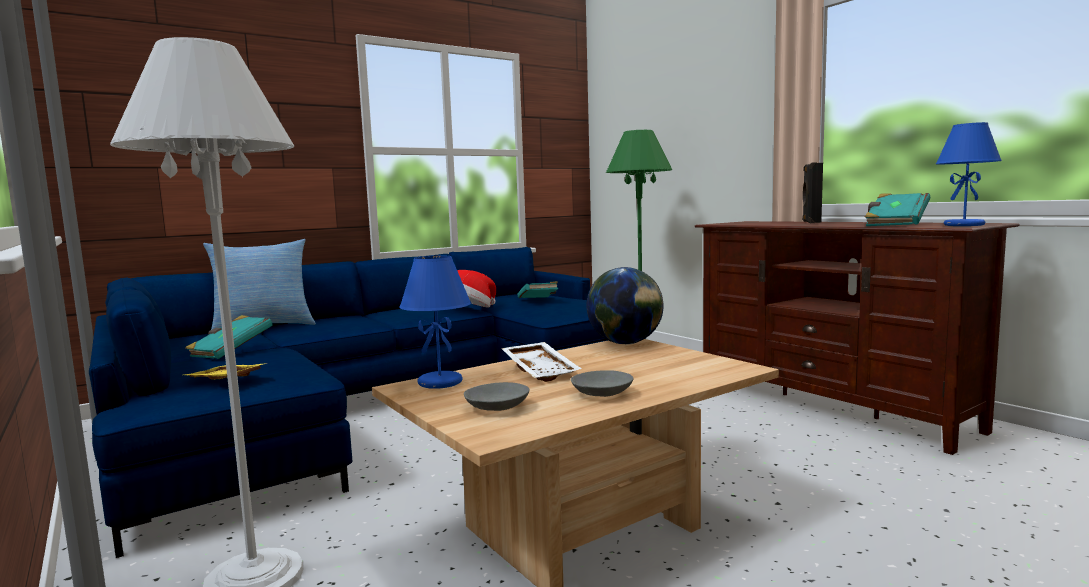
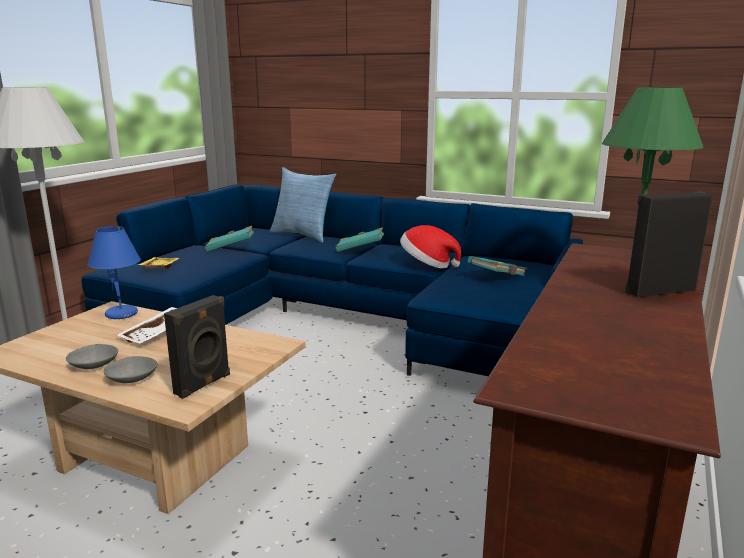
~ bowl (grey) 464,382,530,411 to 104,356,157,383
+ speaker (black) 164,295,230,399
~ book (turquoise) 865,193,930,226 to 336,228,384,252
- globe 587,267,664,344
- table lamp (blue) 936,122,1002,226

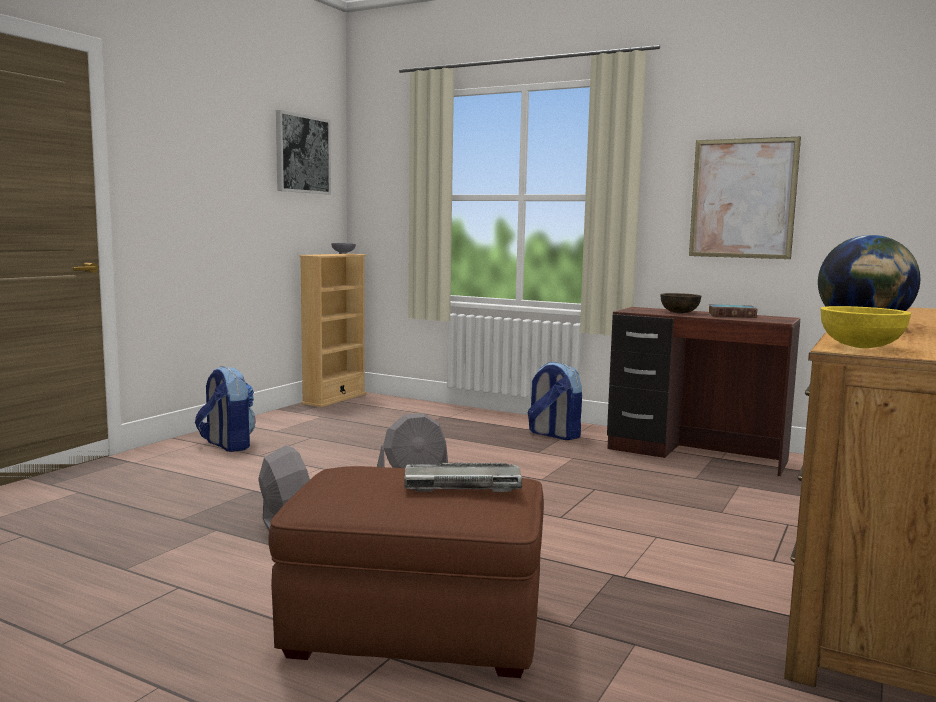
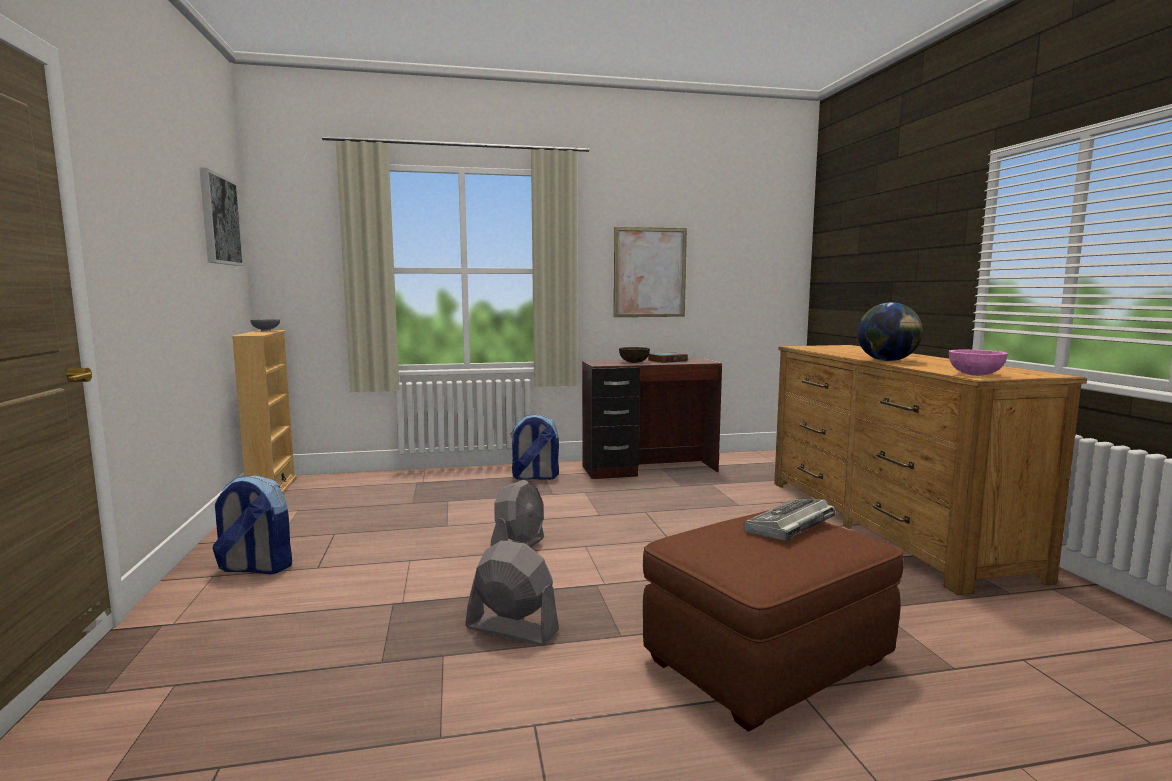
~ bowl (yellow) 821,306,911,348 to bowl (pink) 949,350,1008,376

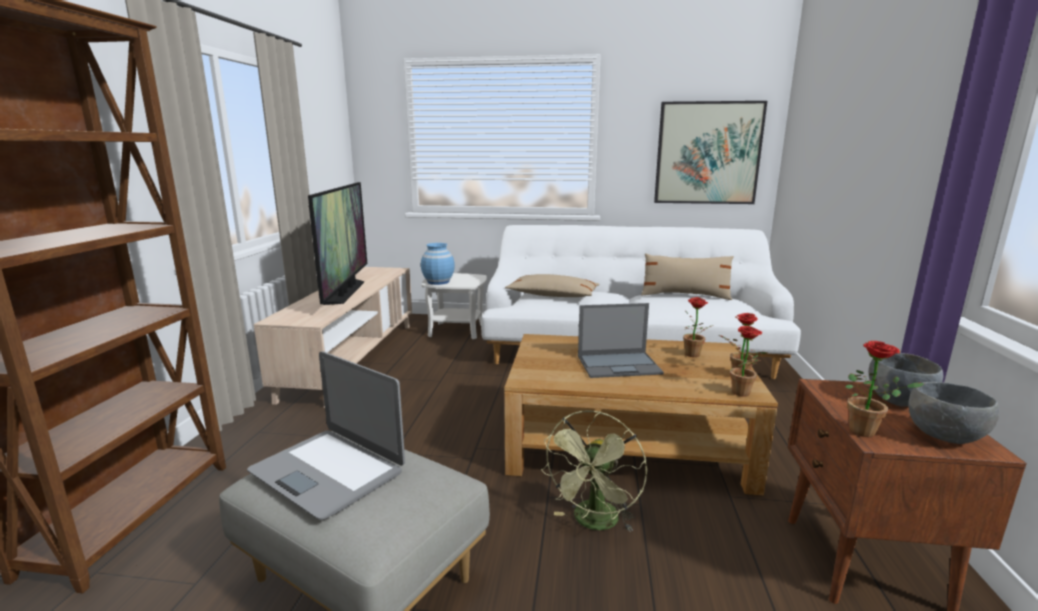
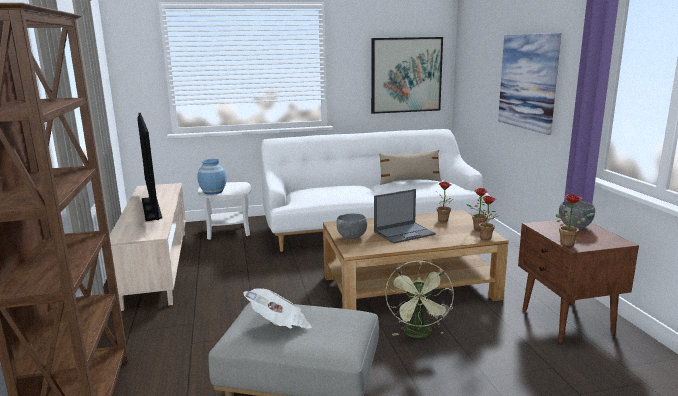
~ laptop 247,351,405,520 to newspaper 243,288,312,328
~ bowl (grey) 909,382,999,444 to 336,214,367,239
+ picture 498,33,561,135
- pillow (beige) 505,274,600,297

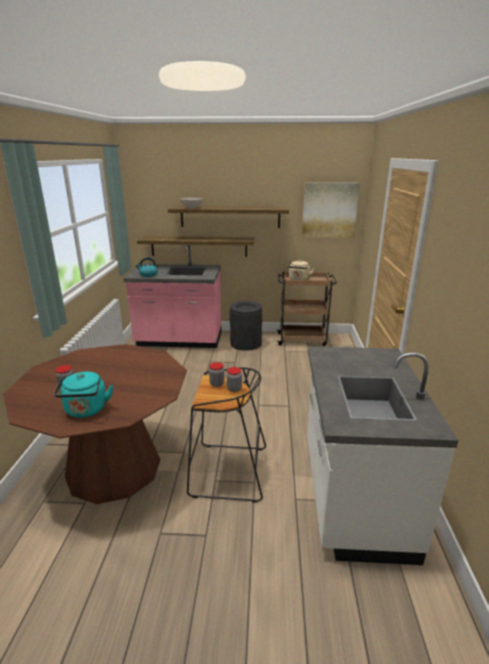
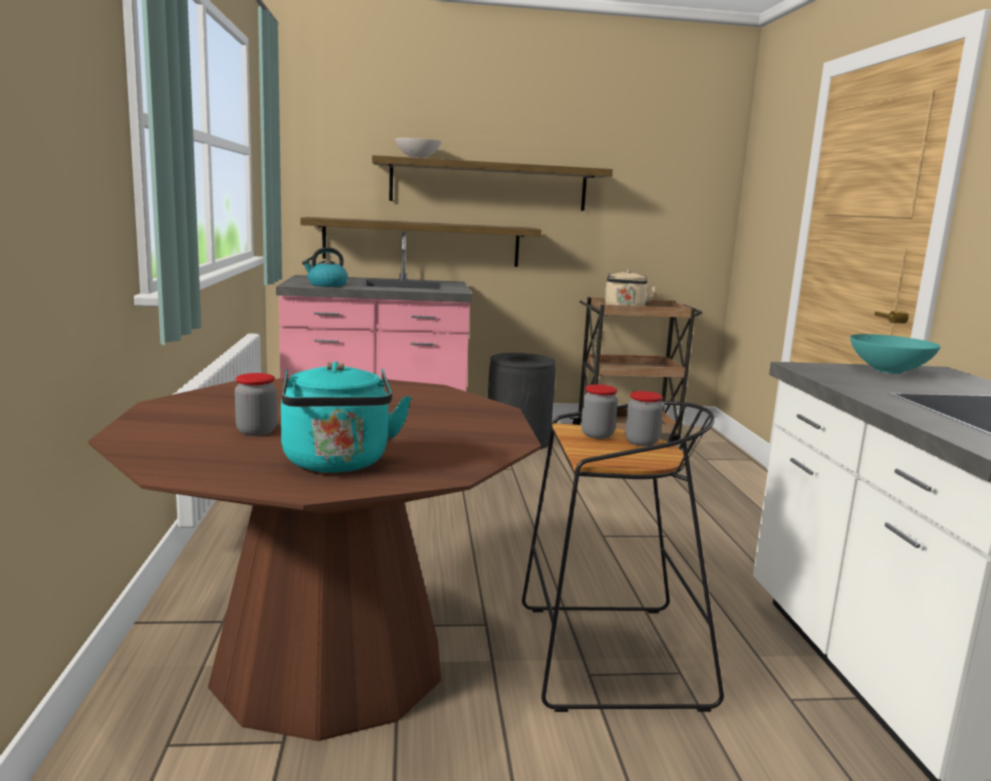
+ bowl (turquoise) 850,334,941,374
- picture 302,182,360,238

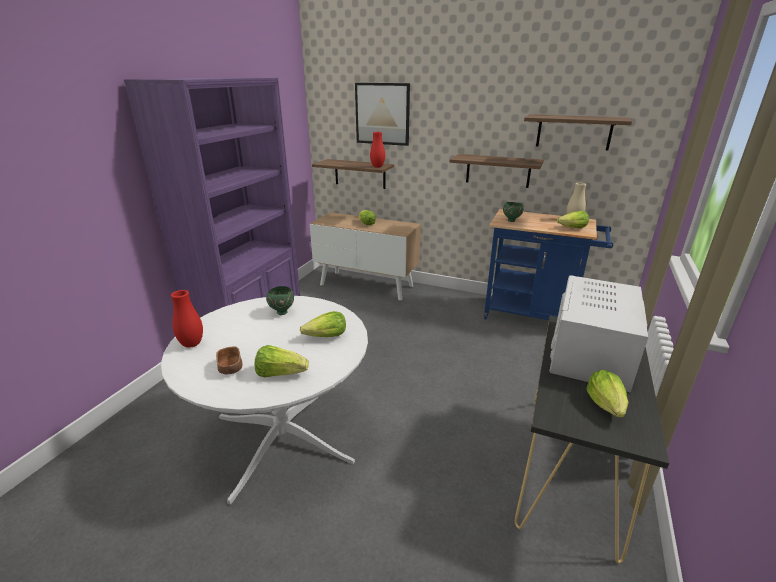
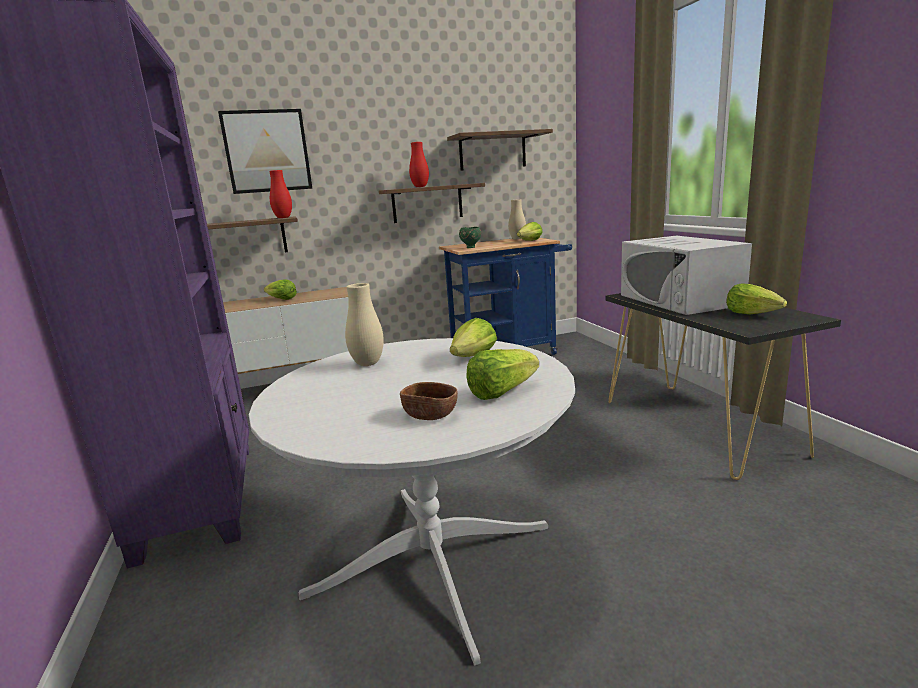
~ bowl (green) 266,286,294,315 to vase (beige) 345,283,384,366
~ vase (red) 171,290,203,348 to 409,142,429,187

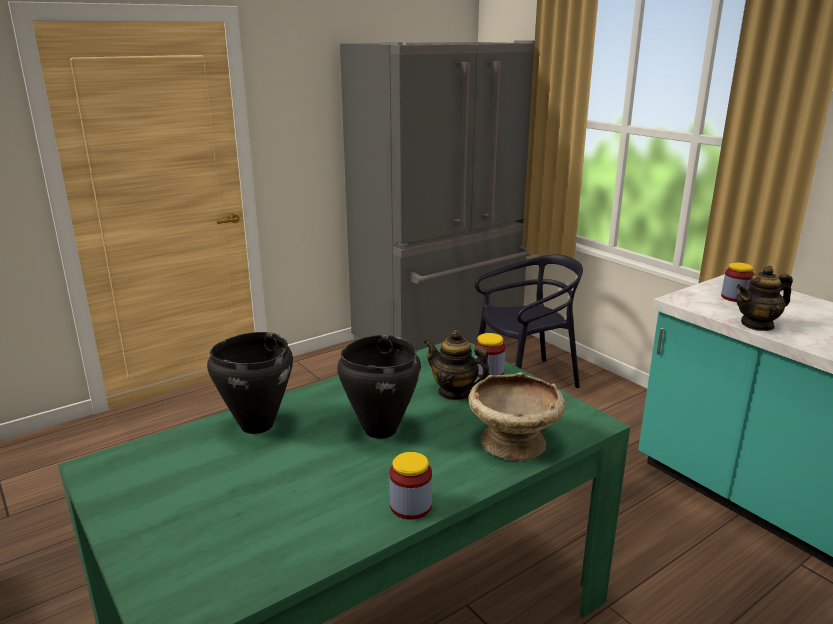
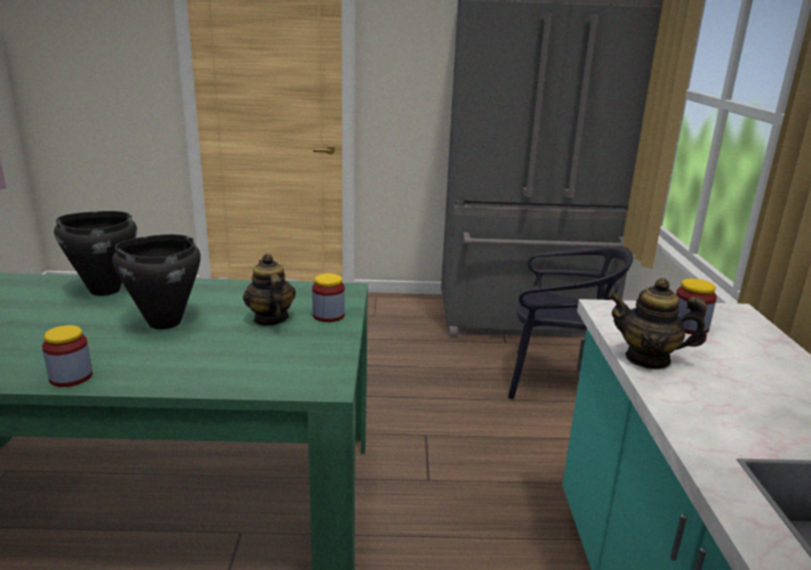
- bowl (beige) 469,372,565,461

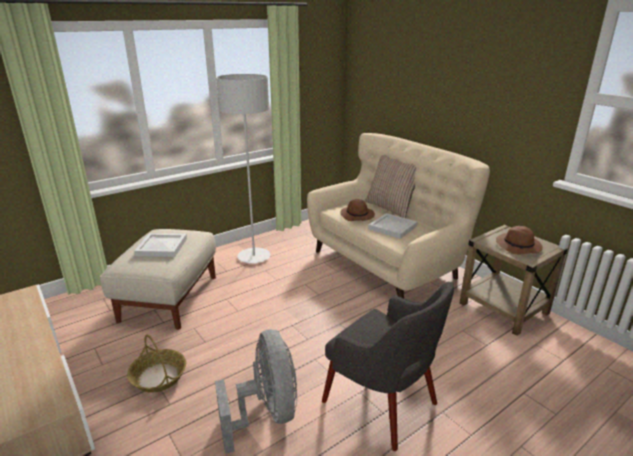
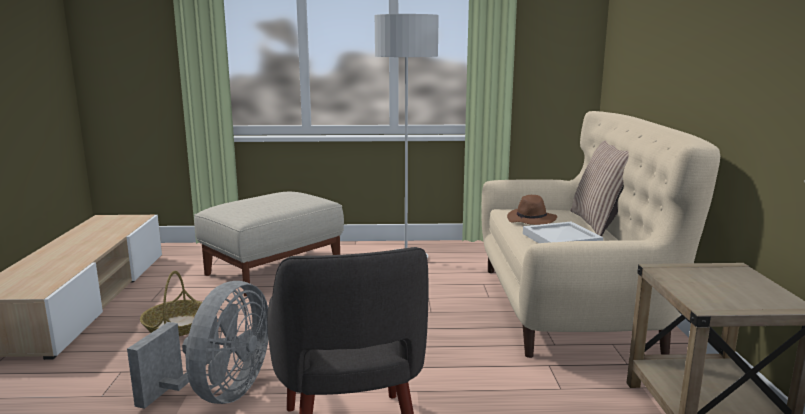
- tray (white) 134,233,187,257
- hat (brown) 496,226,543,254

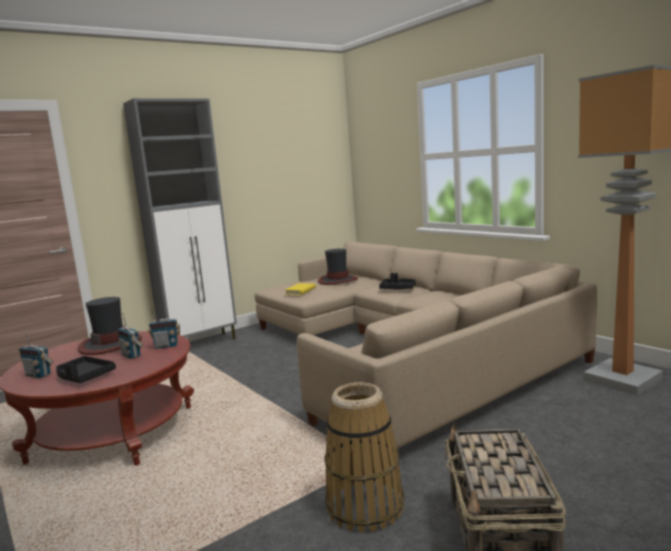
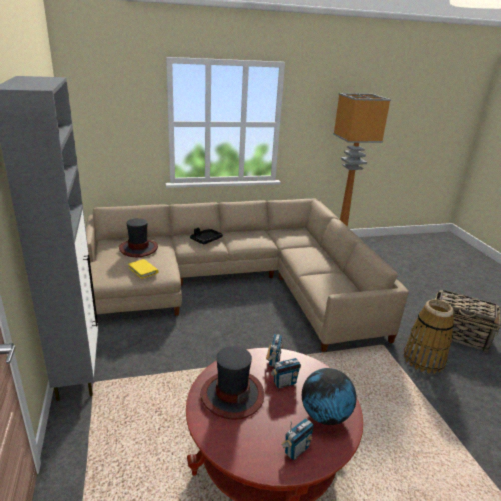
~ tray (black) 56,356,116,383 to globe 302,368,357,425

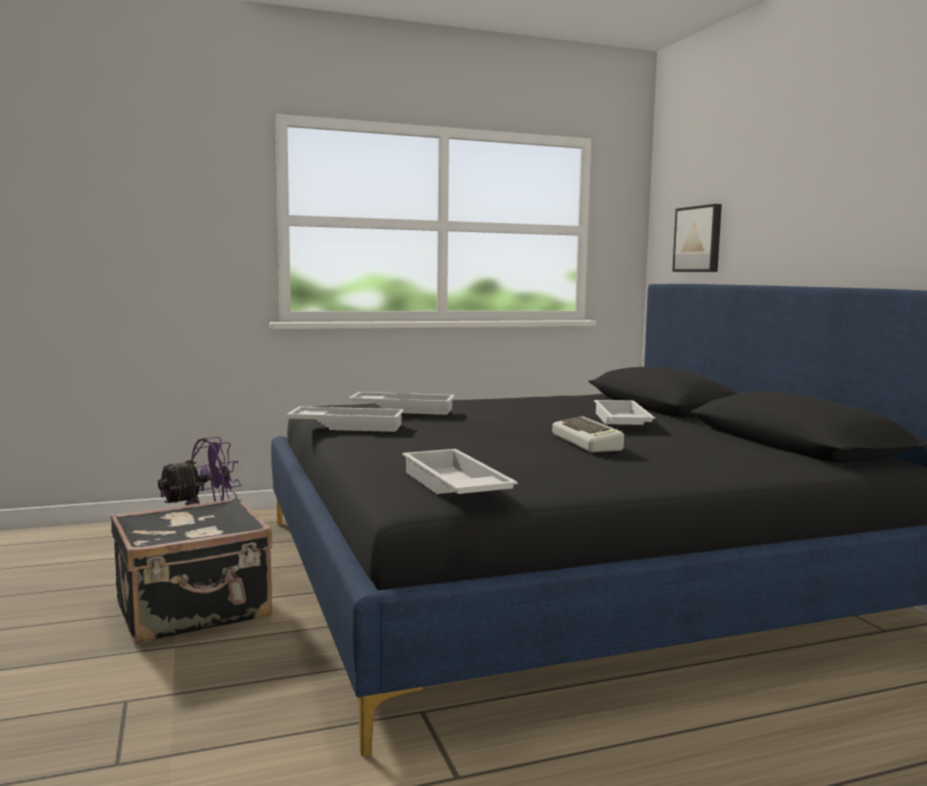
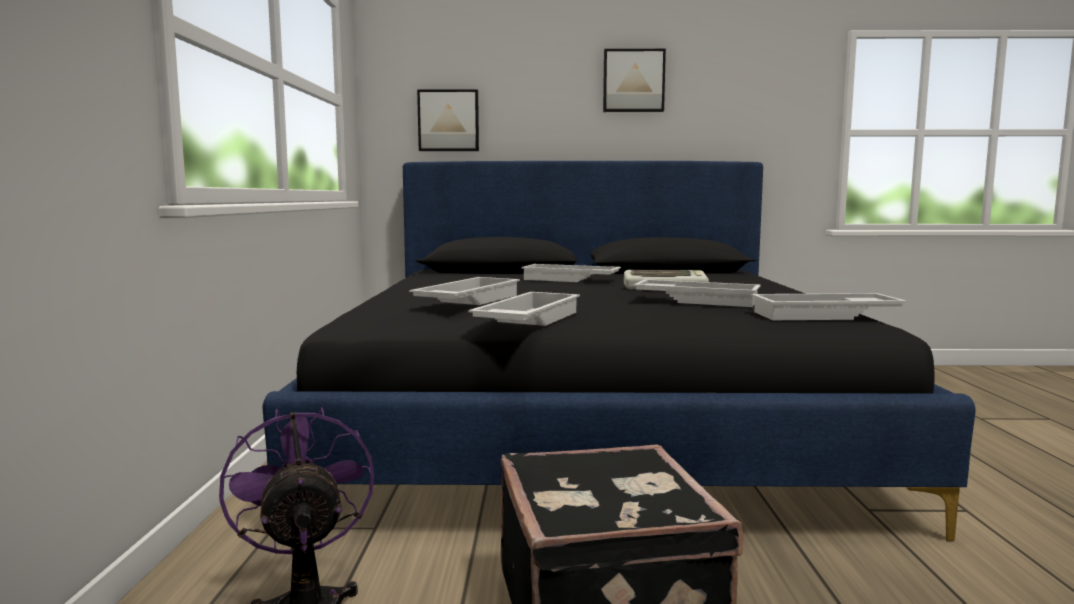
+ picture 603,49,666,112
+ tray (white) 633,279,761,307

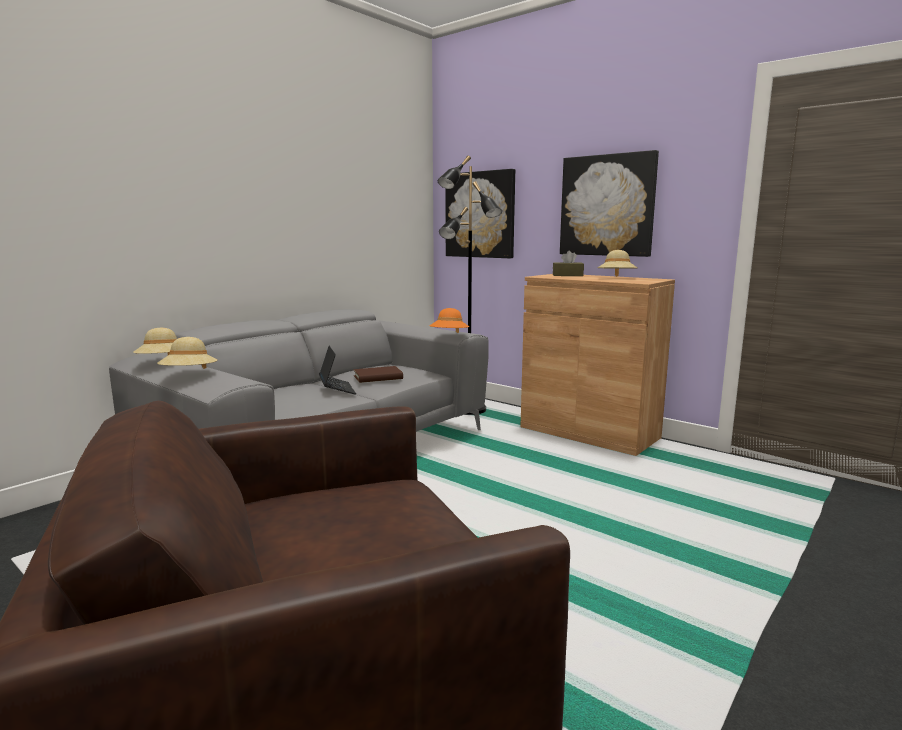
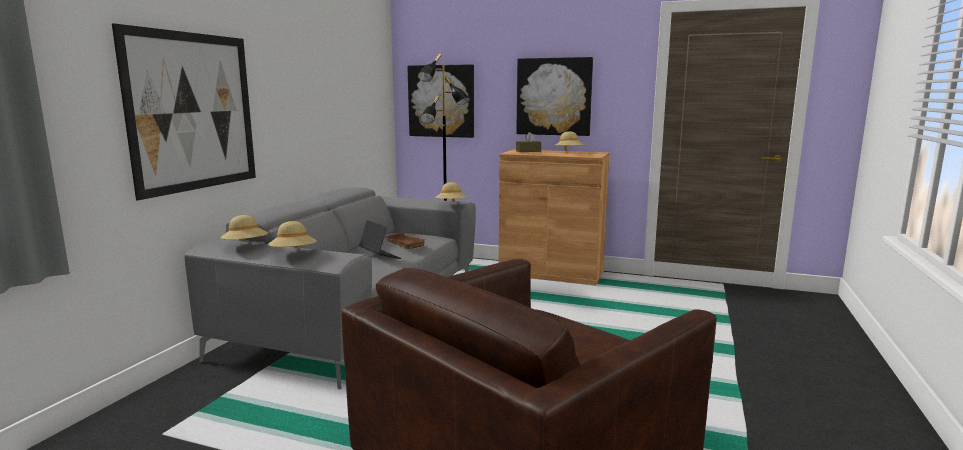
+ picture 112,23,256,200
~ book (brown) 354,366,403,383 to tray (brown) 384,233,427,249
~ hat (orange) 429,308,469,333 to hat (beige) 435,182,467,202

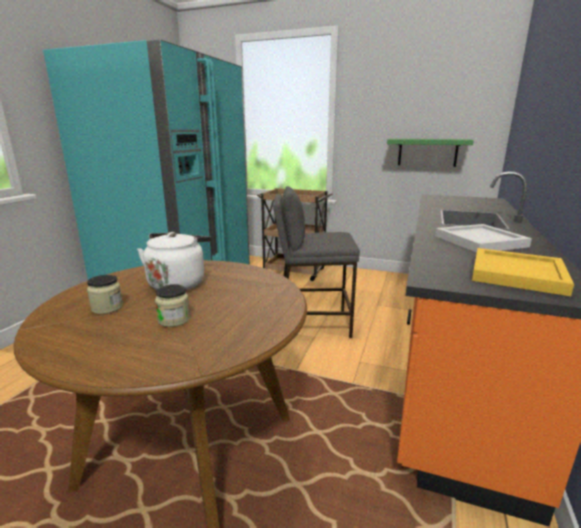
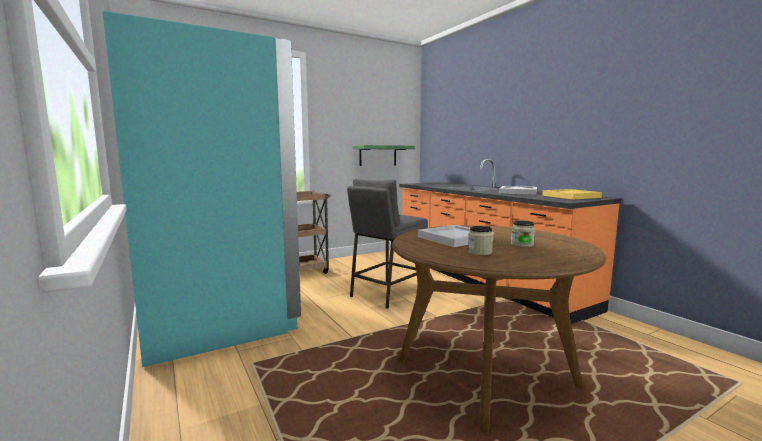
~ kettle (white) 137,232,211,290 to tray (white) 418,225,494,247

